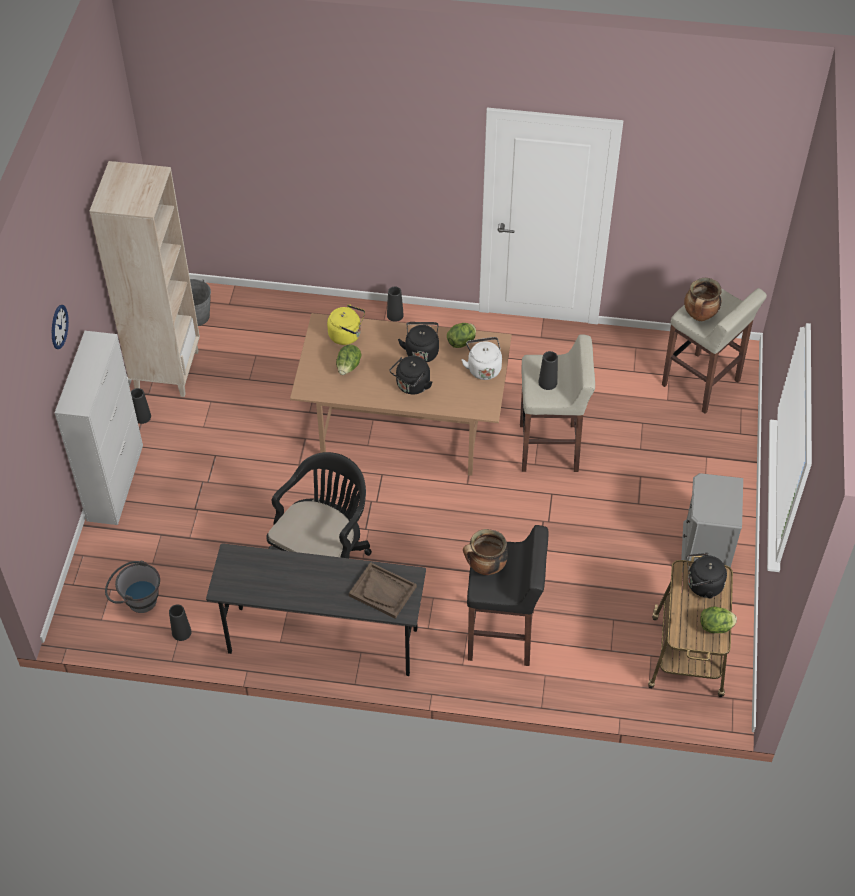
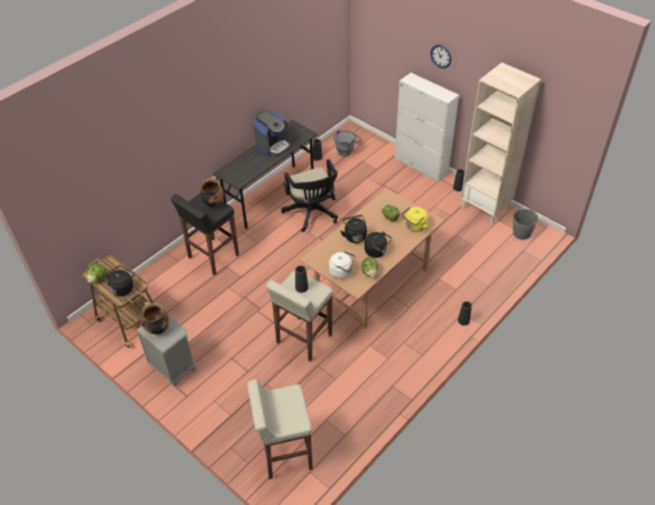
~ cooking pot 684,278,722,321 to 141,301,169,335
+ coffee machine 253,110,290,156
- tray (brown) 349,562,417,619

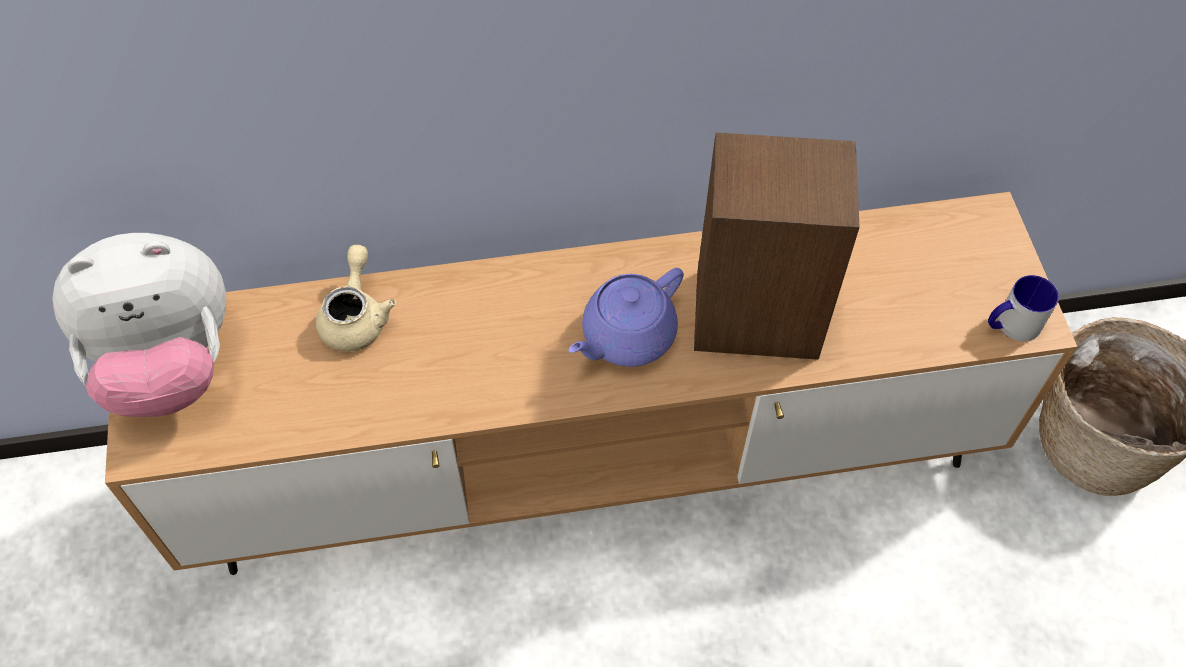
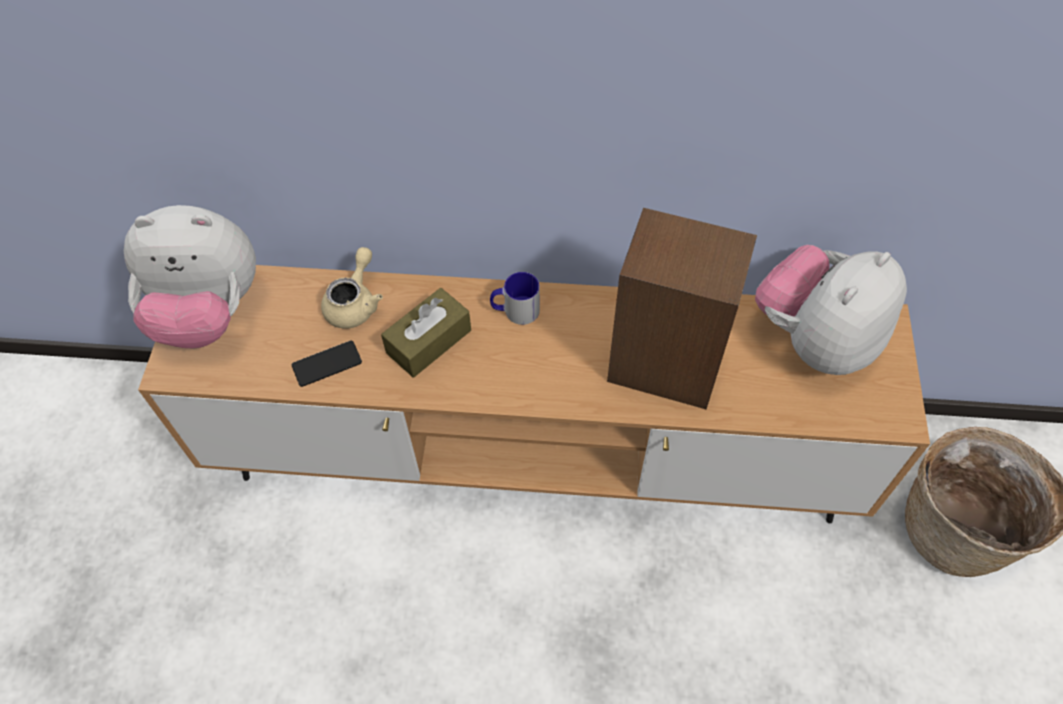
+ phone 292,341,362,387
+ tissue box (brown) 381,288,471,378
~ mug 988,275,1059,341 to 490,272,540,325
+ plush toy 755,245,907,375
- teapot (purple) 569,268,684,367

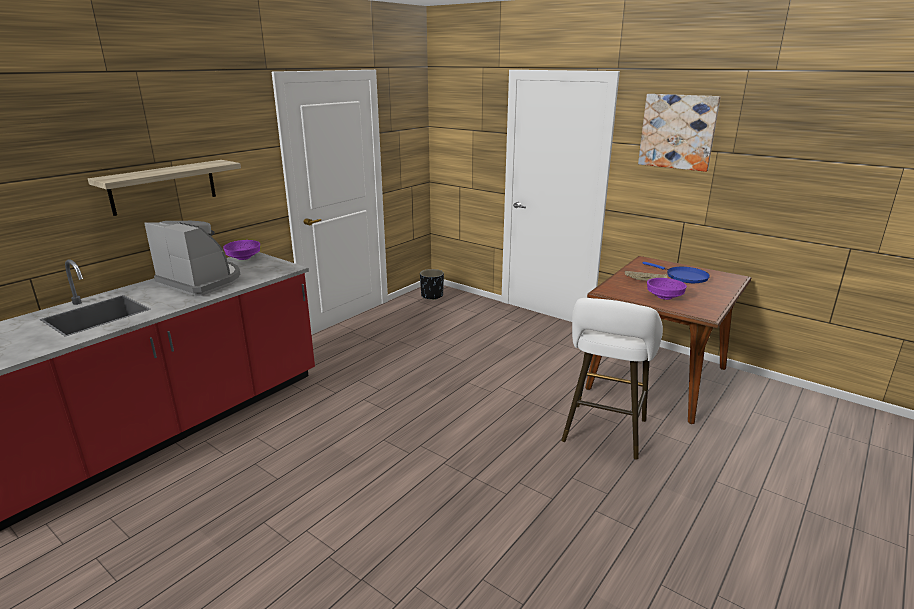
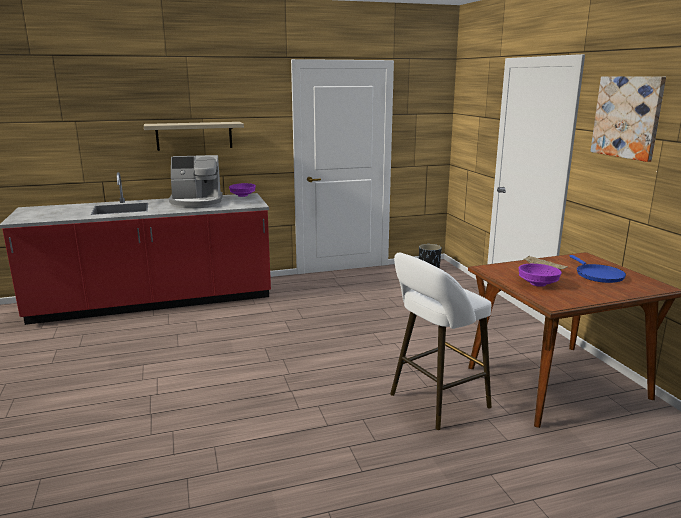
~ coffee machine 144,221,240,296 = 169,155,223,208 105 degrees clockwise

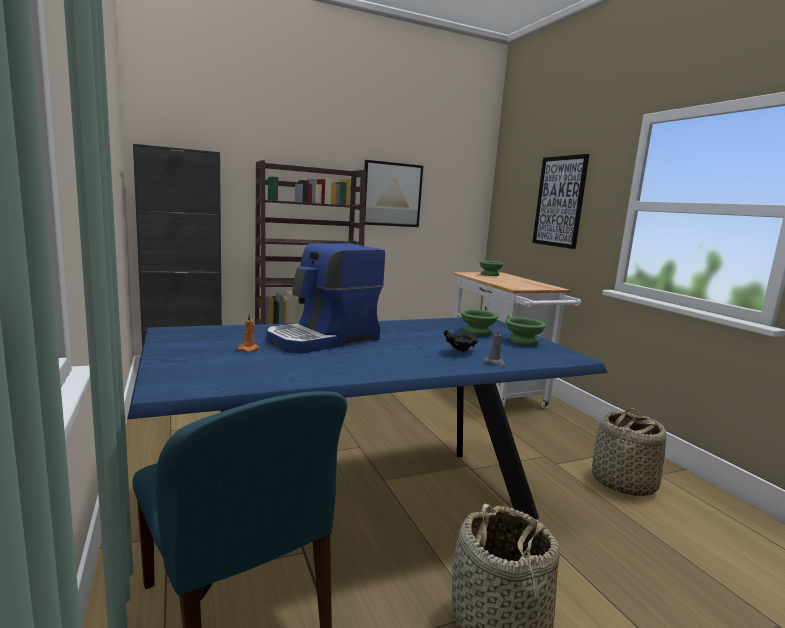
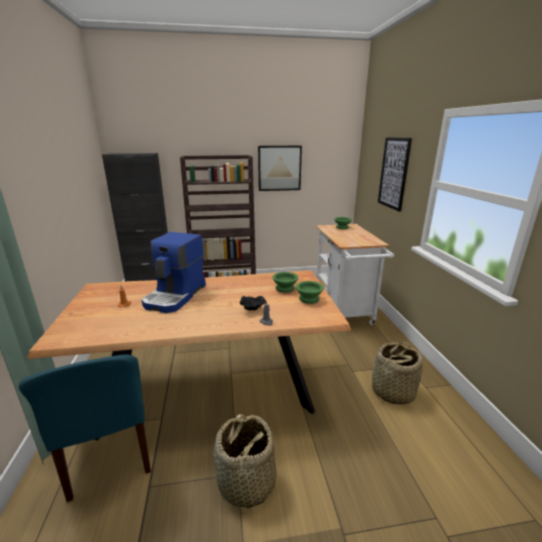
~ dining table (blue) 127,317,608,600 to dining table (brown) 27,270,351,441
~ coffee machine 267,243,385,354 = 142,232,206,313 45 degrees counterclockwise

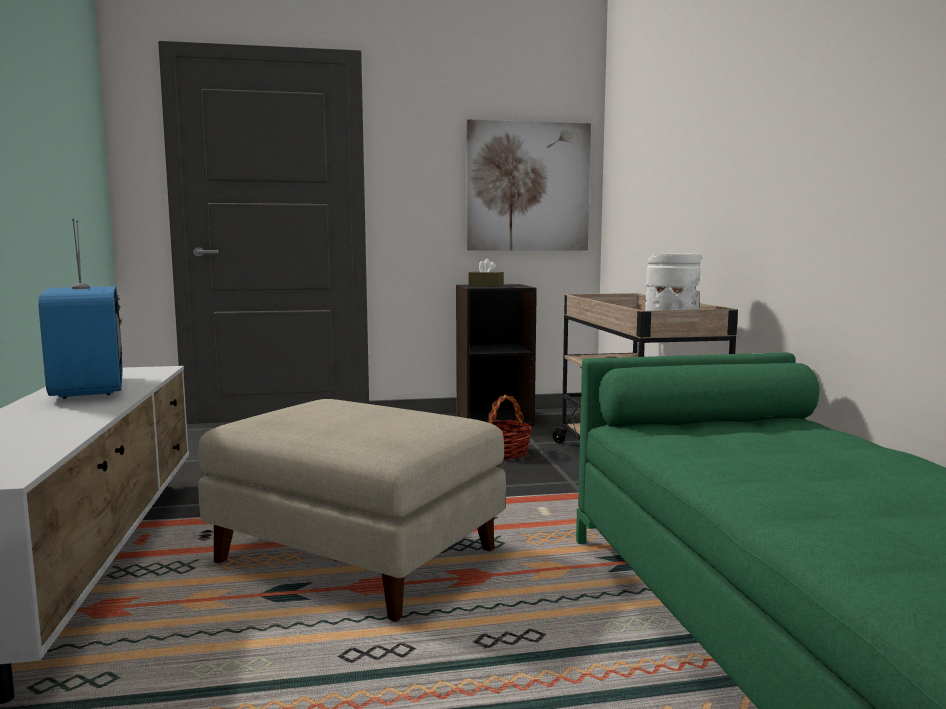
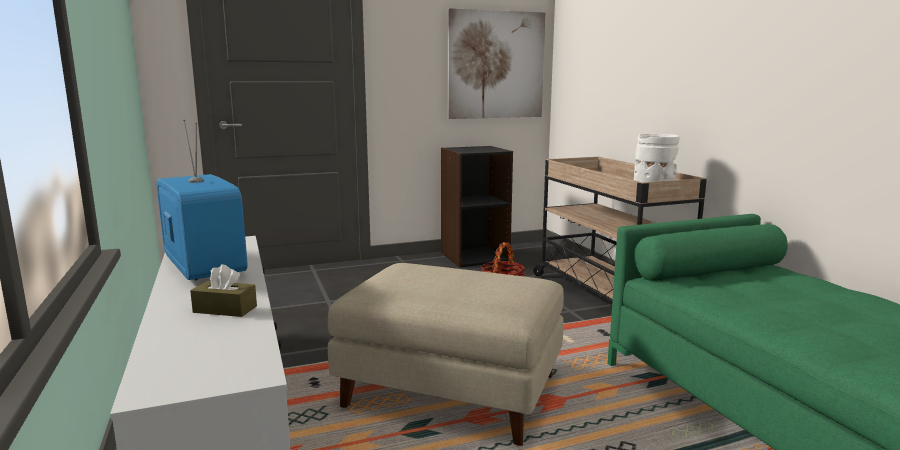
~ tissue box (brown) 469,259,504,287 to 190,264,257,317

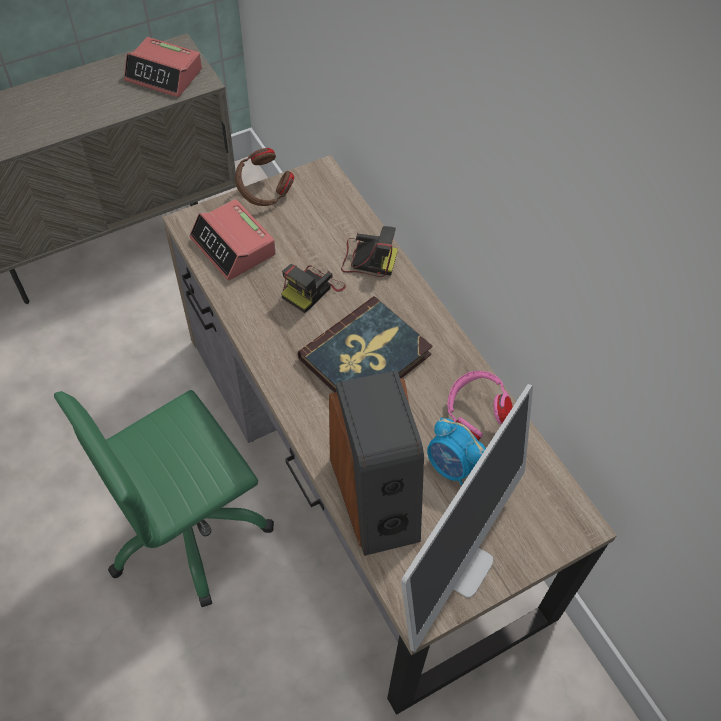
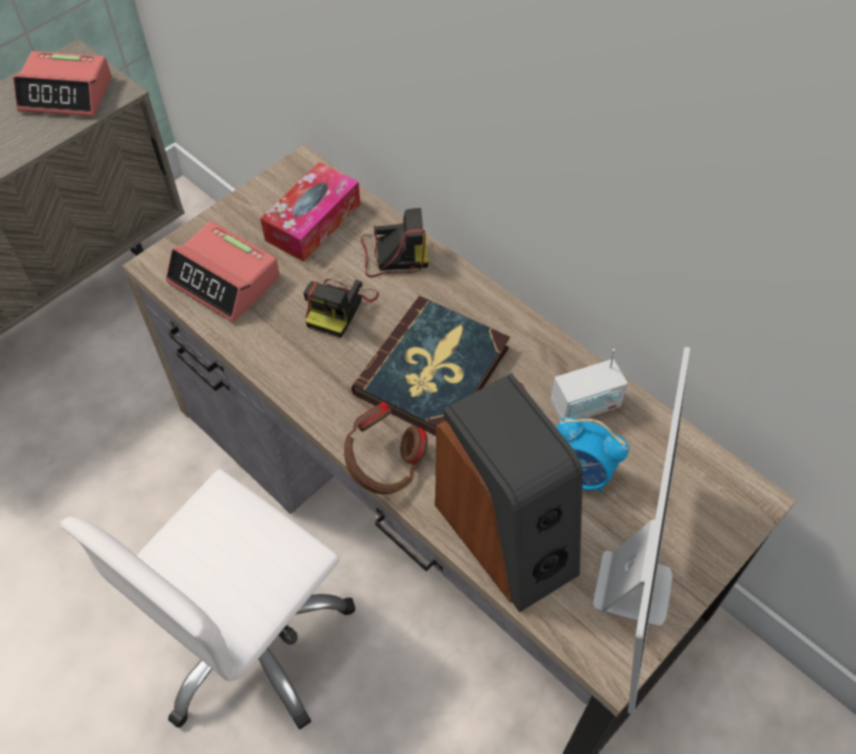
~ office chair (green) 54,390,274,607 to office chair (white) 60,469,356,729
+ tissue box 260,162,360,262
~ headphones (brown) 235,148,294,206 to 344,402,428,495
~ headphones (pink) 447,371,513,441 to radio 550,349,628,421

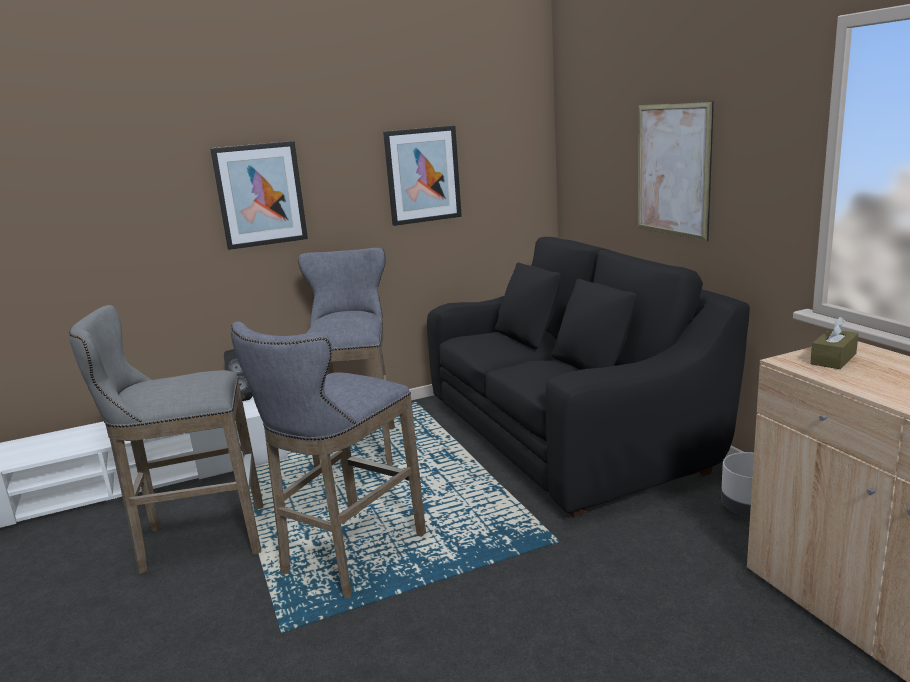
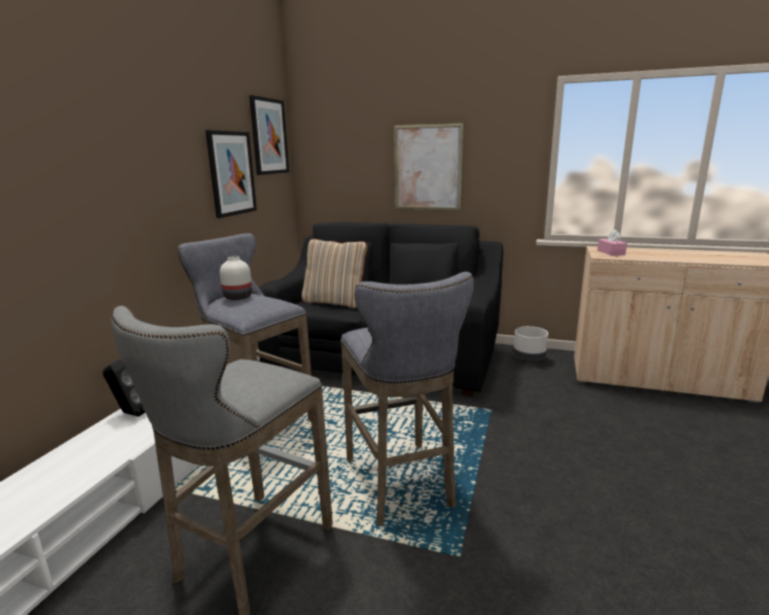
+ vase (white) 220,256,252,300
~ picture 210,141,308,250 to 249,95,289,175
+ pillow (beige) 302,239,368,308
~ tissue box (brown) 810,317,859,369 to tissue box (pink) 597,230,627,256

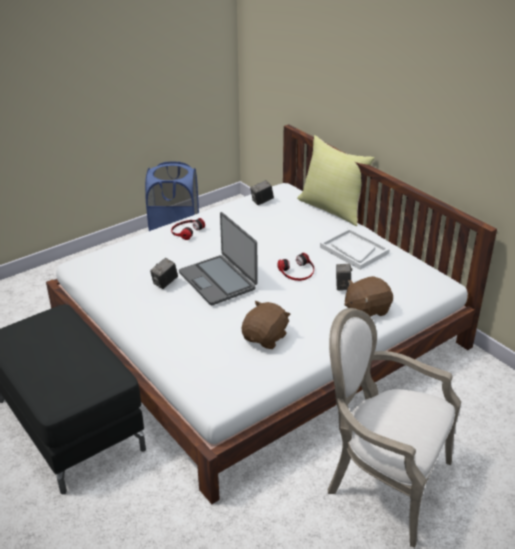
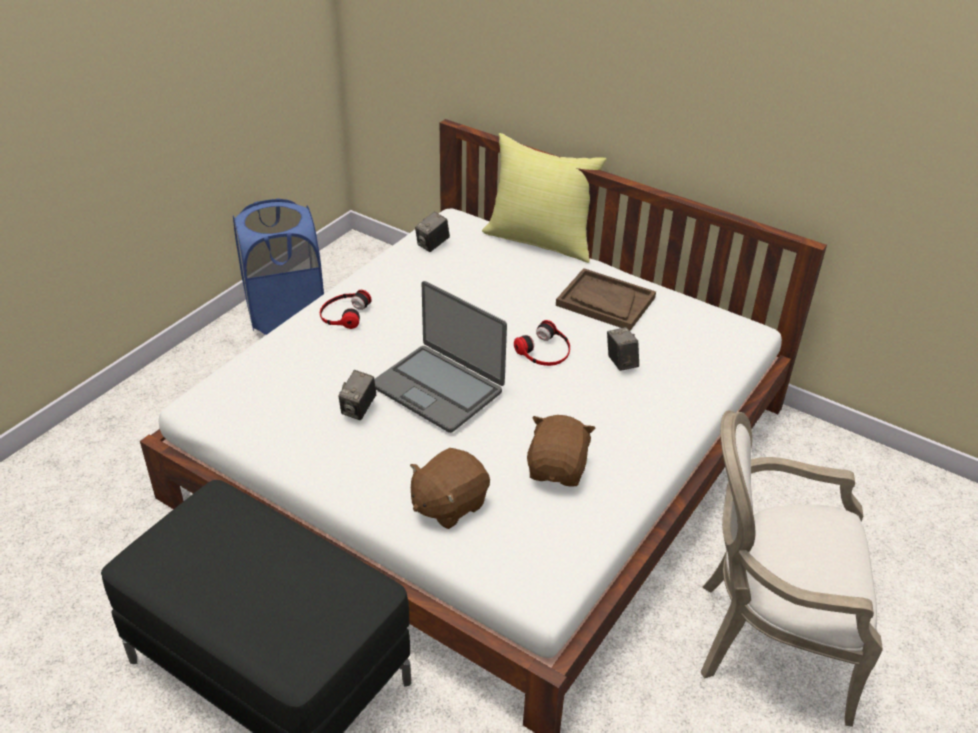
~ plush toy (brown) 344,276,393,317 to 410,448,490,529
~ tray (white) 320,228,390,270 to tray (brown) 556,268,656,331

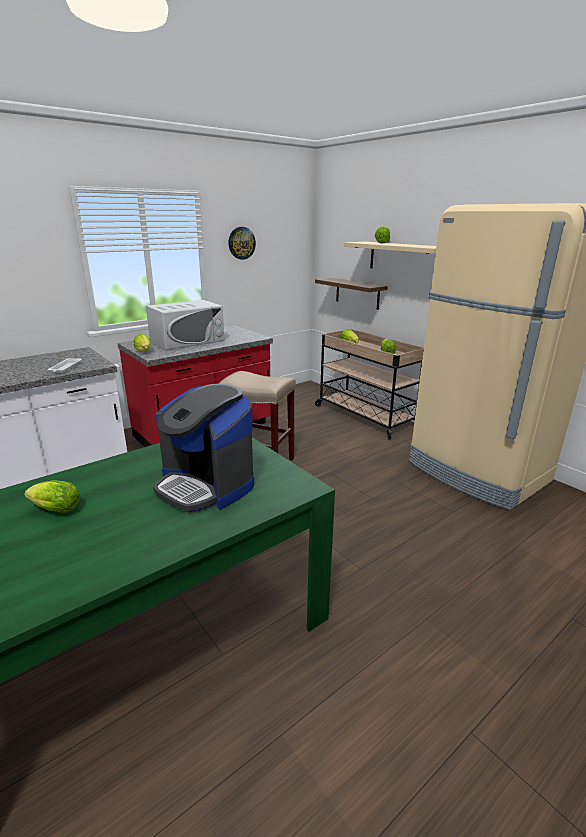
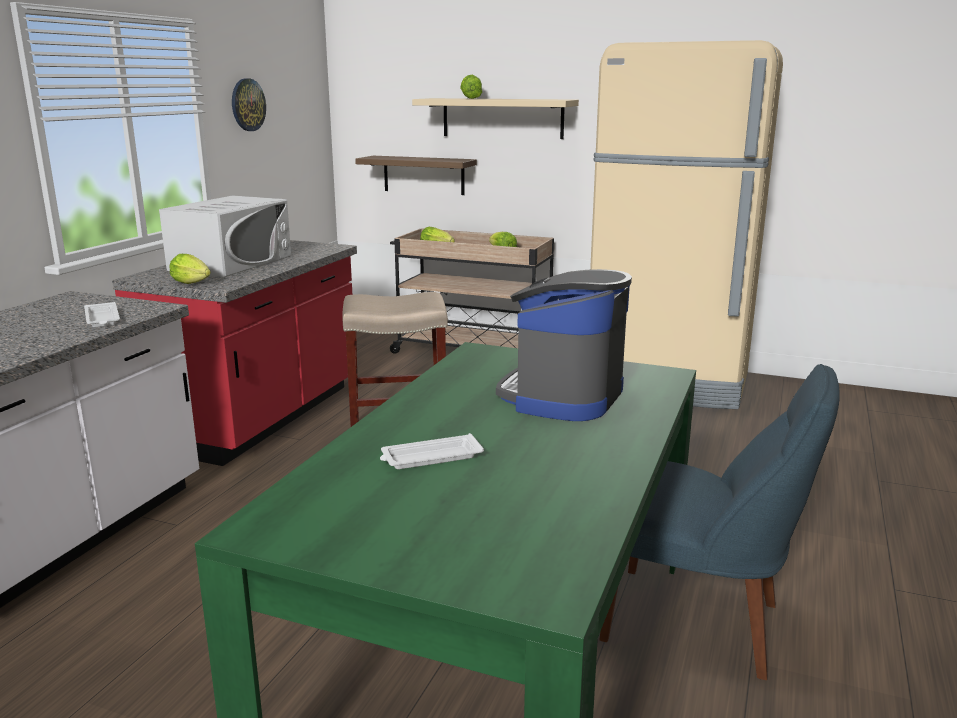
~ lettuce 24,480,80,513 to tray (white) 380,433,484,469
~ coffee machine 153,384,254,512 = 496,269,632,421 105 degrees clockwise
+ chair (blue) 600,364,840,680

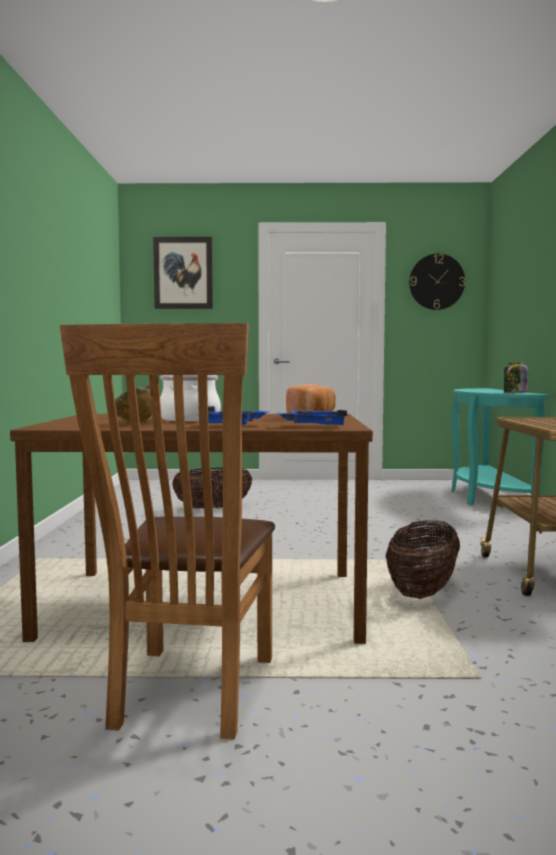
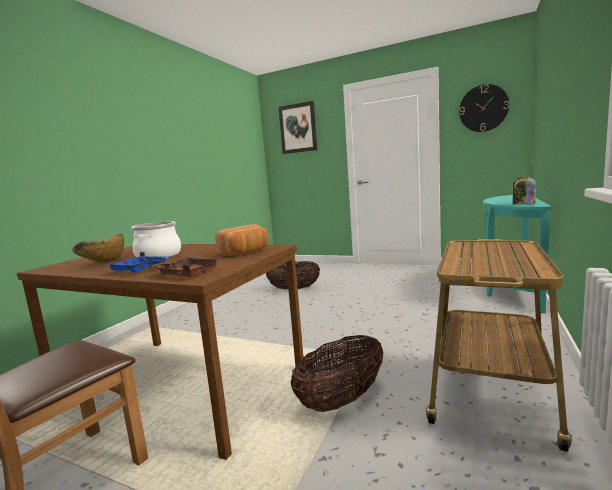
~ tray (blue) 277,410,347,425 to tray (brown) 150,257,220,277

